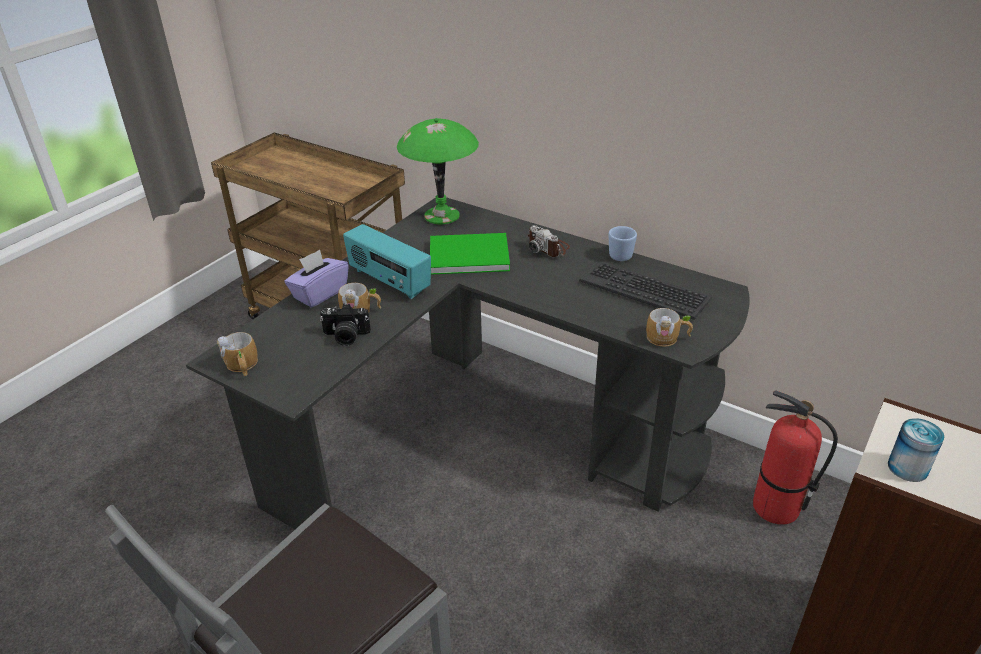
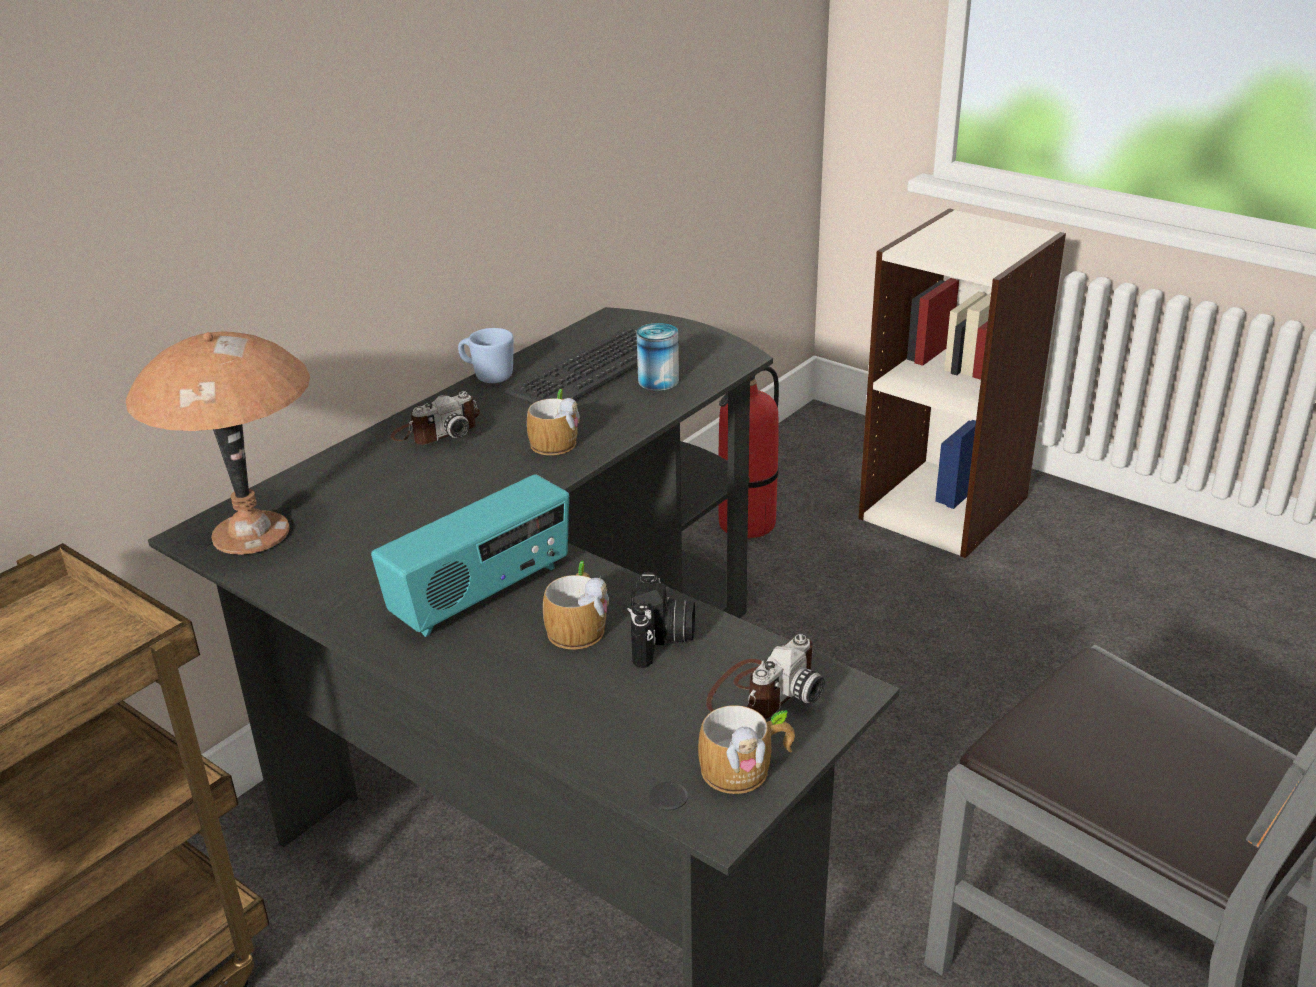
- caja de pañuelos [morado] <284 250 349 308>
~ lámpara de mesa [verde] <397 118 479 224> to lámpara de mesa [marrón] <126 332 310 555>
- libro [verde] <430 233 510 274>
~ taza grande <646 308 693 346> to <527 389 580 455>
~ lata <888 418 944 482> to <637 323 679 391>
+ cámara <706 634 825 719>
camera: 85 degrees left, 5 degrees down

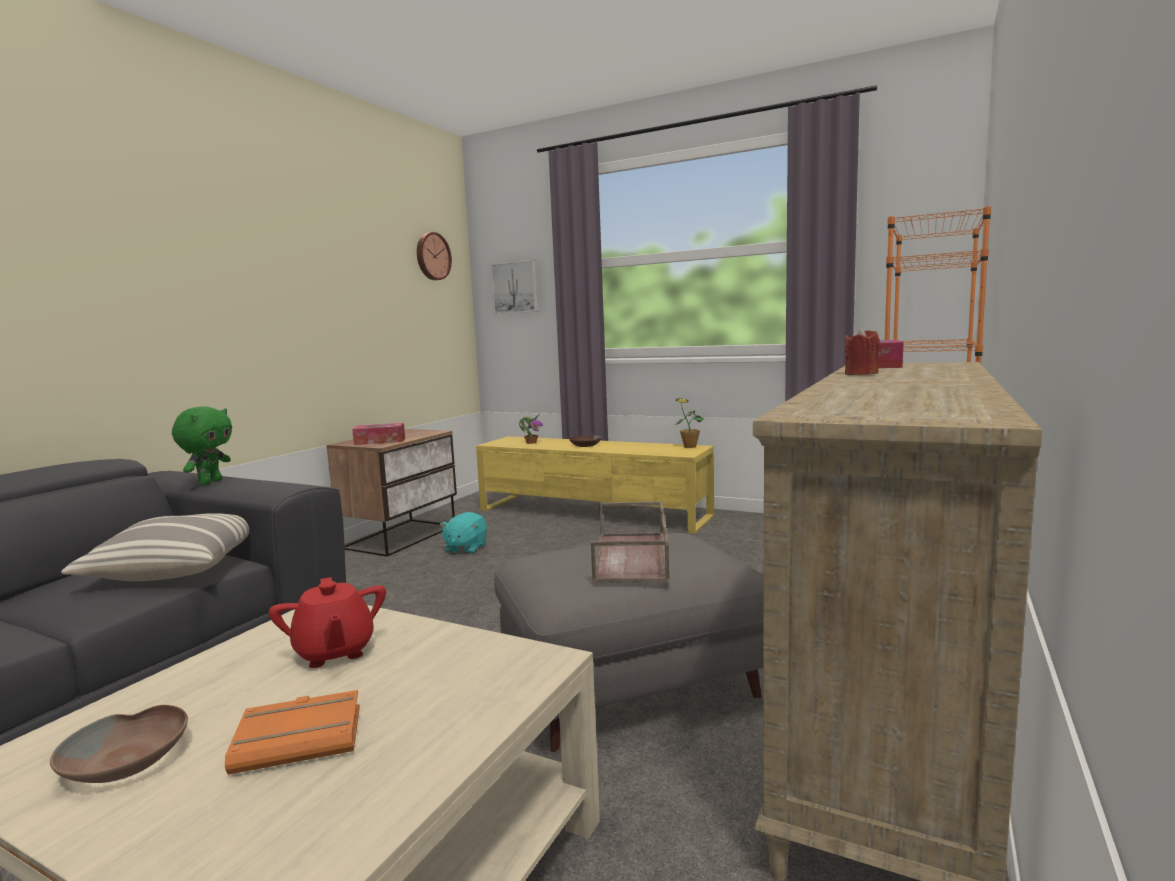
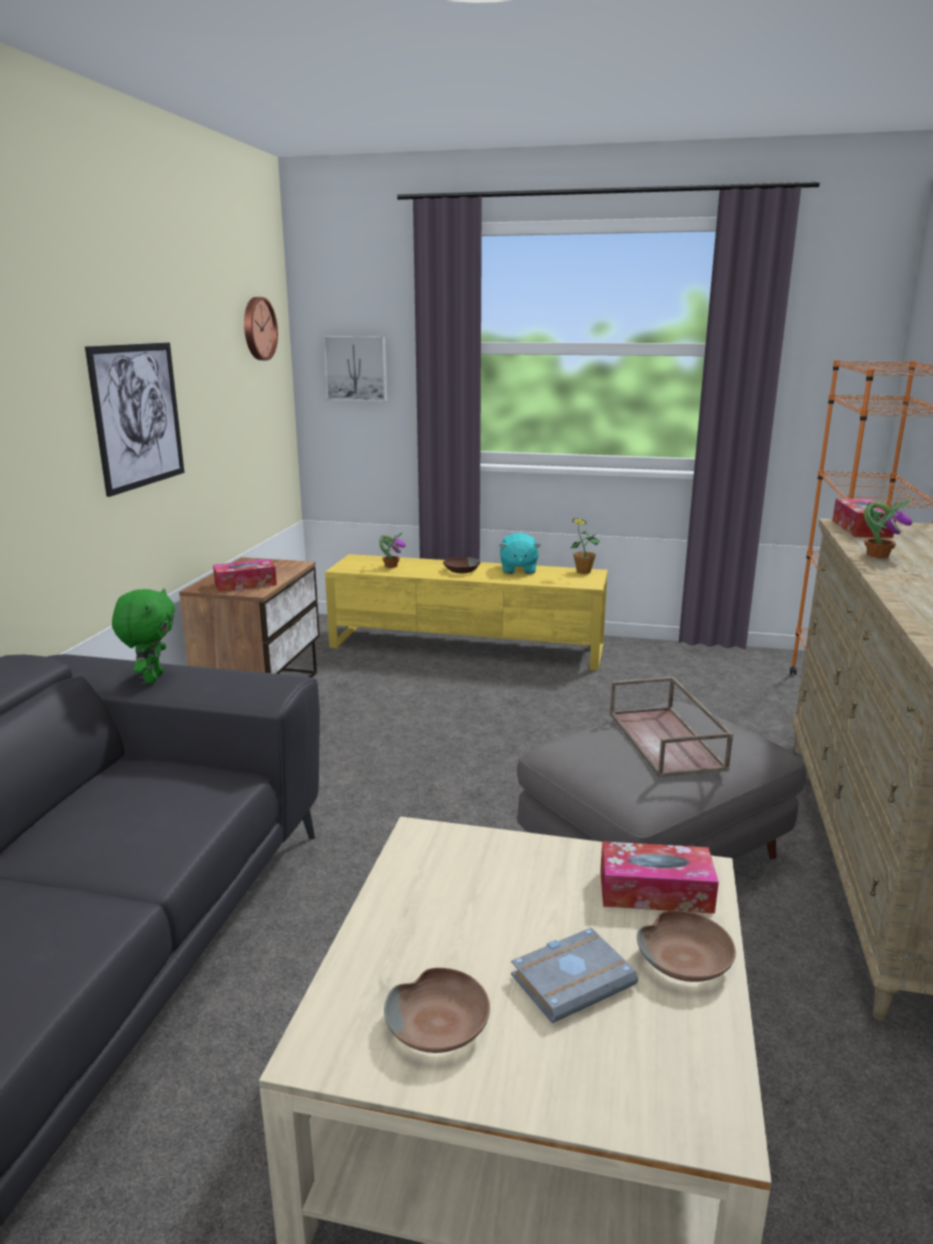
- cojín <61 513 249 581>
~ libro [naranja] <225 690 360 775> to libro [gris] <511 928 638 1023>
- tetera [rojo] <269 577 386 668>
~ peluche [turquesa] <440 512 487 554> to <499 533 541 574>
~ vela [rojo] <845 327 880 375> to planta en maceta <864 499 912 558>
+ cuadro <85 343 185 497>
+ caja de pañuelos <600 841 719 914>
+ cuenco [marrón] <637 911 736 982>
camera: 15 degrees left, 10 degrees up

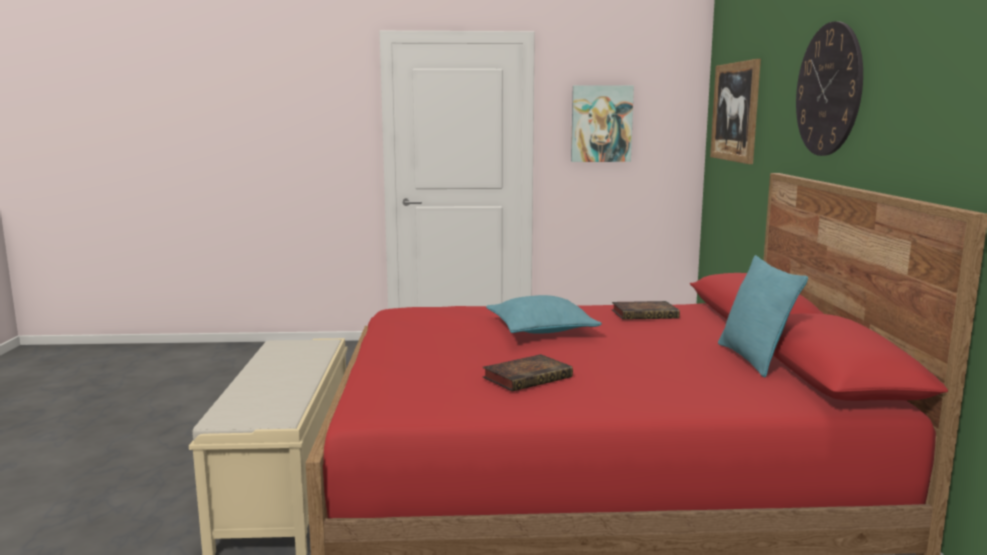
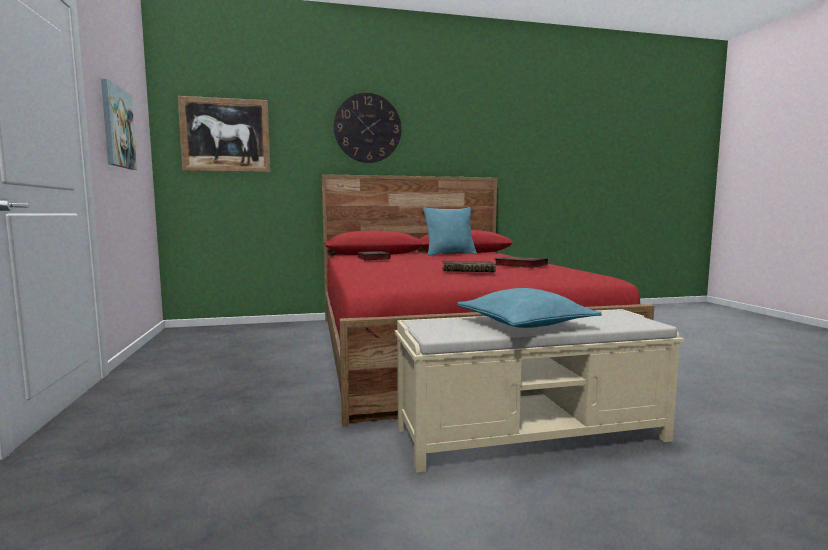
~ cojín [turquesa] <486 295 602 334> to <457 288 602 328>
+ libro <442 261 496 272>
camera: 100 degrees left, 5 degrees down

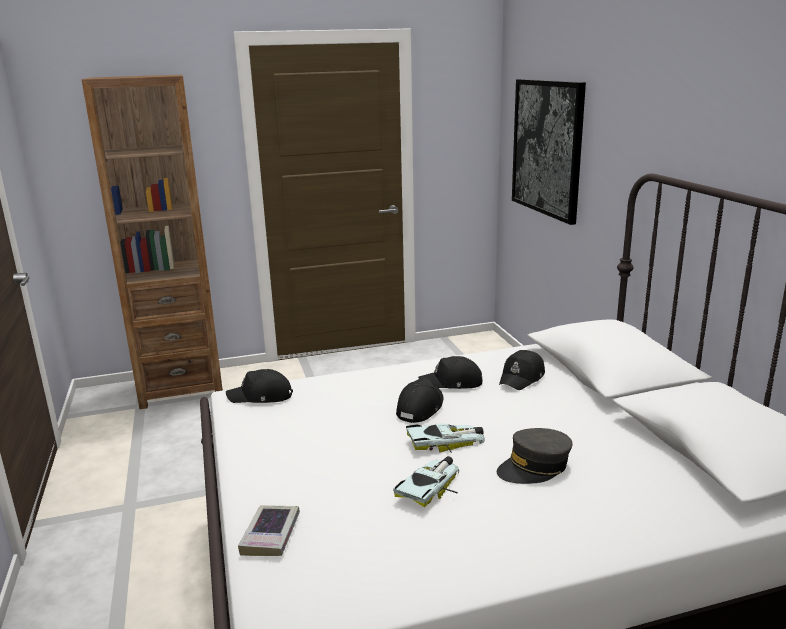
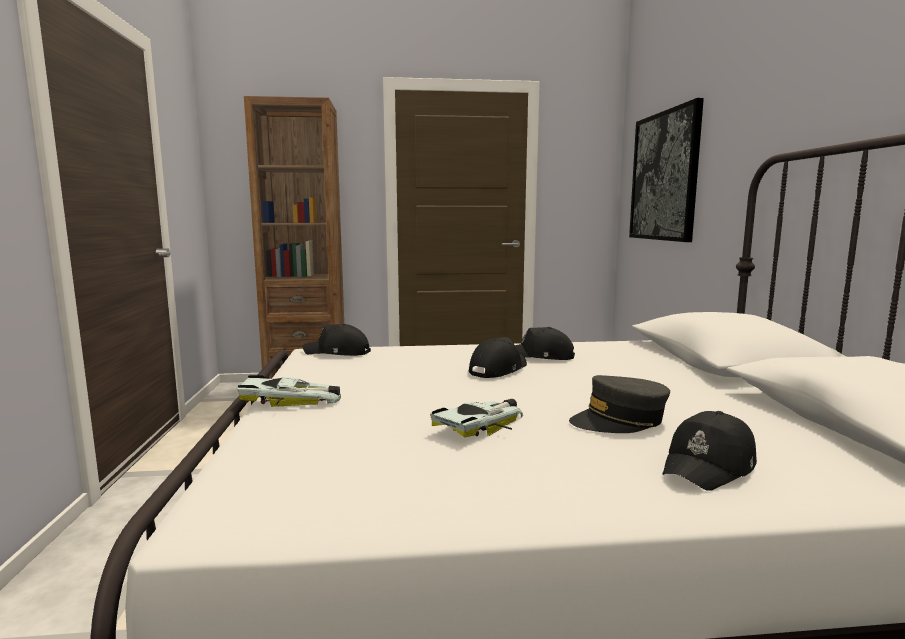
- libro <238 505 300 556>
~ coche de juguete <406 423 485 453> to <237 375 341 407>
~ gorra [negro] <499 350 545 390> to <662 411 757 491>
camera: 10 degrees right, 10 degrees down

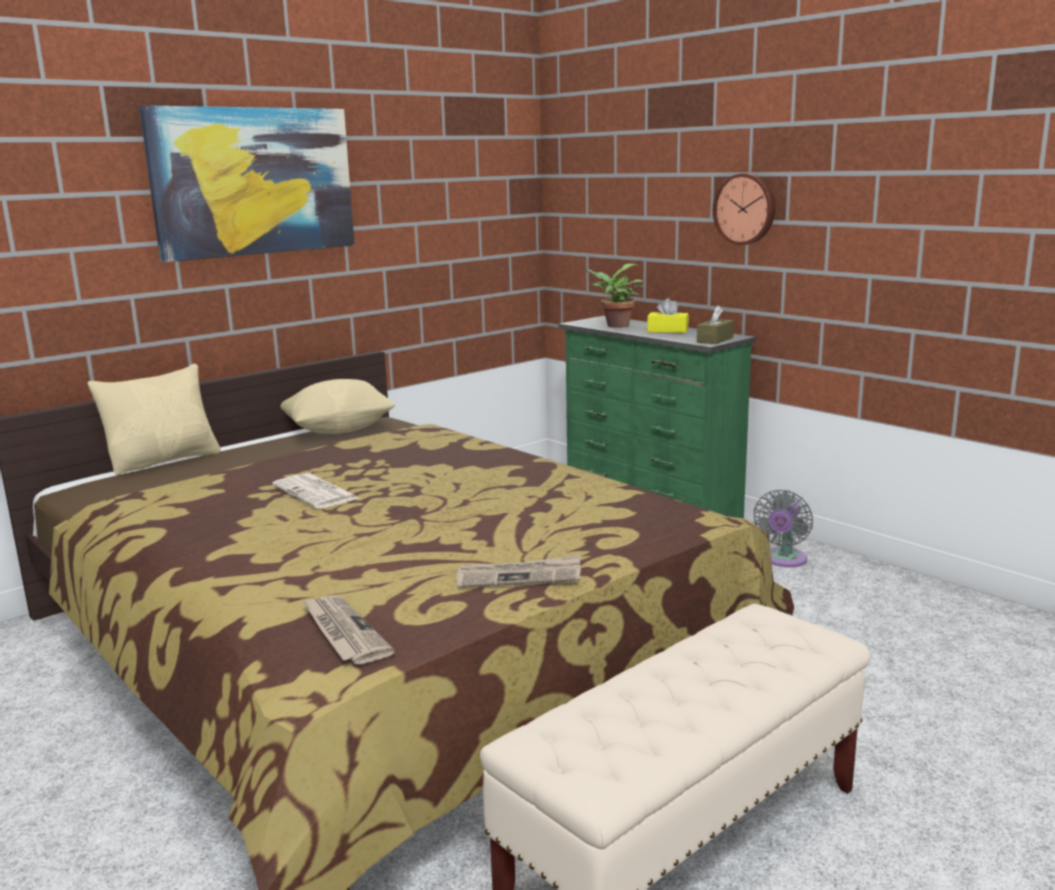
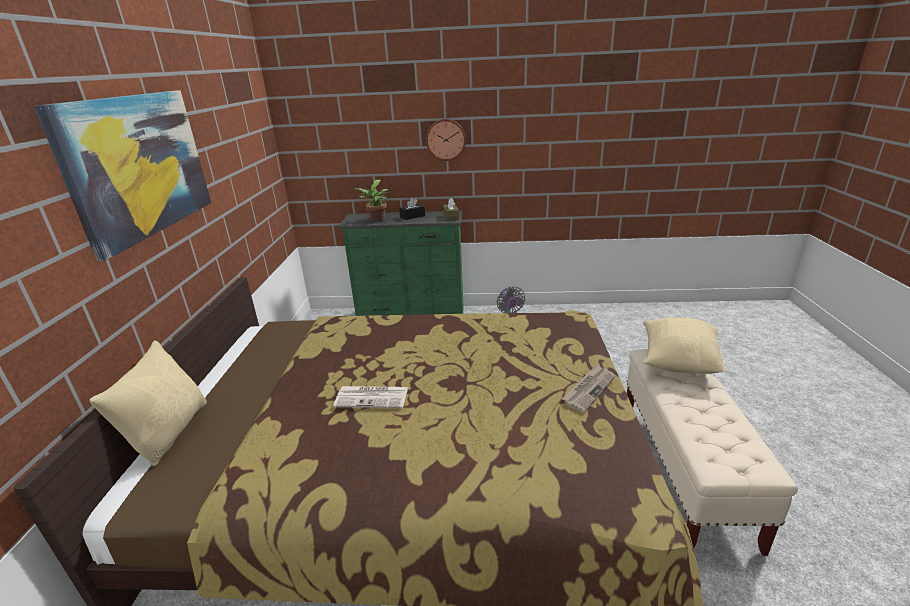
~ cojín [beis] <280 379 395 434> to <643 318 726 374>
- periódico <302 595 395 664>
~ caja de pañuelos [amarillo] <647 298 689 333> to caja de pañuelos [negro] <399 198 425 220>
camera: 45 degrees left, 10 degrees up

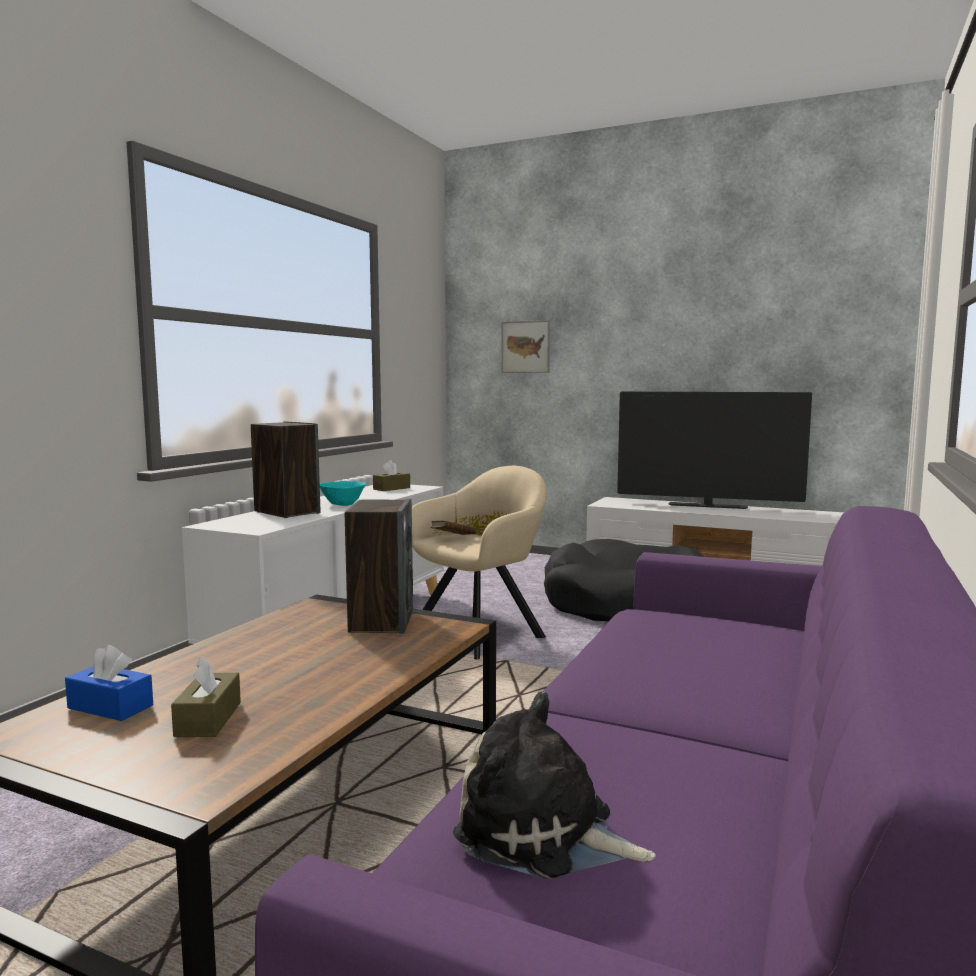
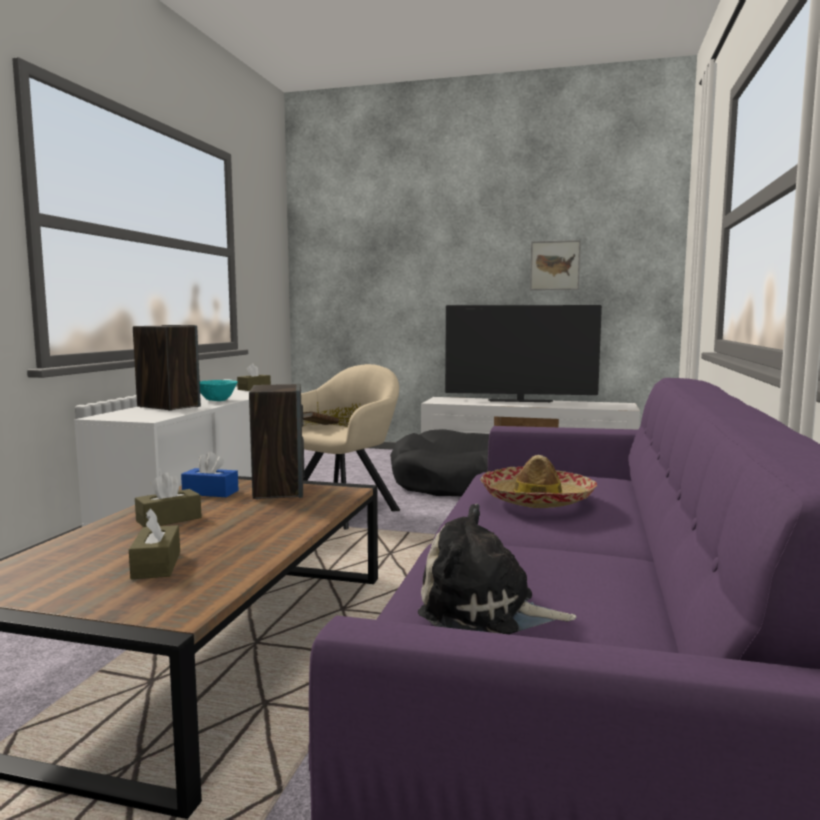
~ caja de pañuelos [azul] <65 645 153 721> to <181 452 239 497>
~ cuadro <501 320 550 373> to <530 240 581 290>
+ caja de pañuelos [marrón] <135 472 202 527>
+ sombrero <480 455 597 508>
camera: 10 degrees left, 0 degrees up

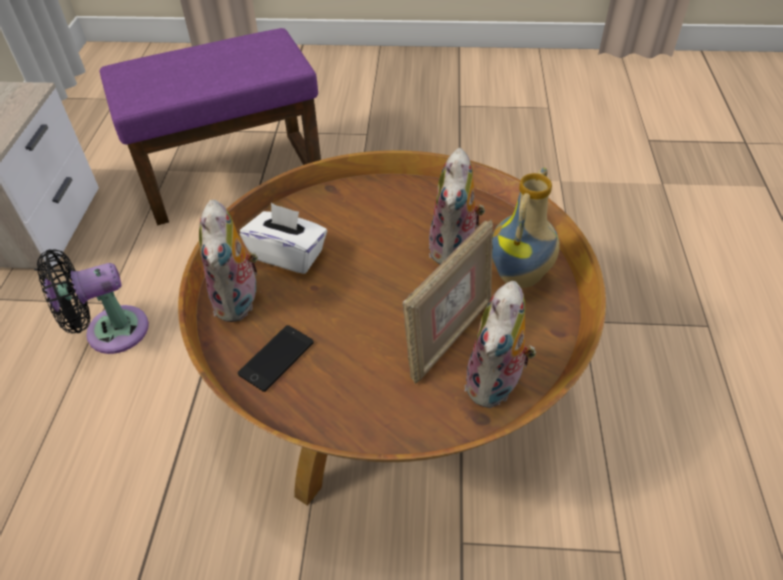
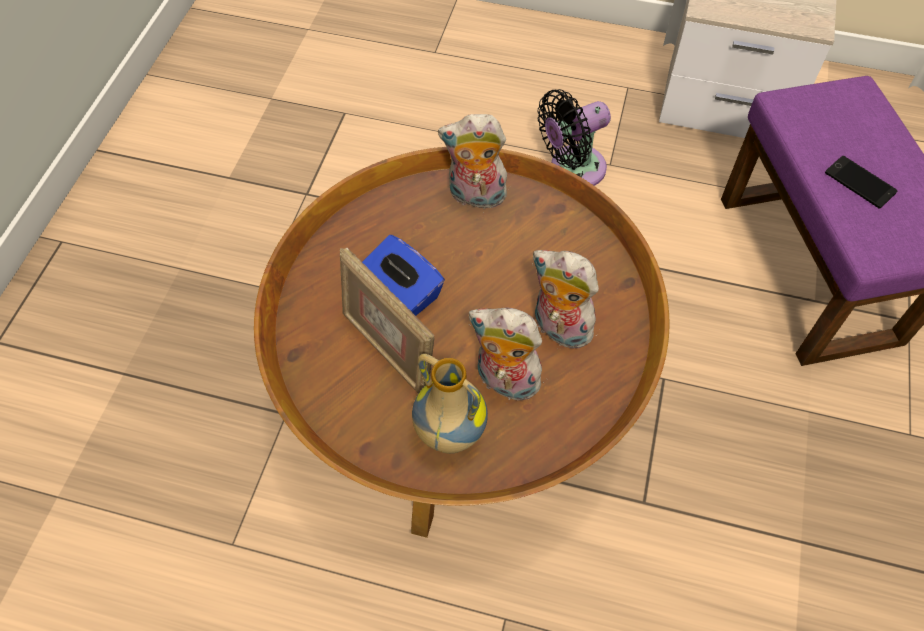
~ ventilador [negro] <37 249 149 354> = <538 89 611 186> 105 degrees counterclockwise
~ móvil <238 325 314 392> to <825 156 898 208>
- caja de pañuelos [blanco] <240 203 327 274>
~ peluche <464 281 536 408> to <532 250 601 348>
+ caja de pañuelos [azul] <362 235 445 316>
camera: 100 degrees right, 10 degrees up

